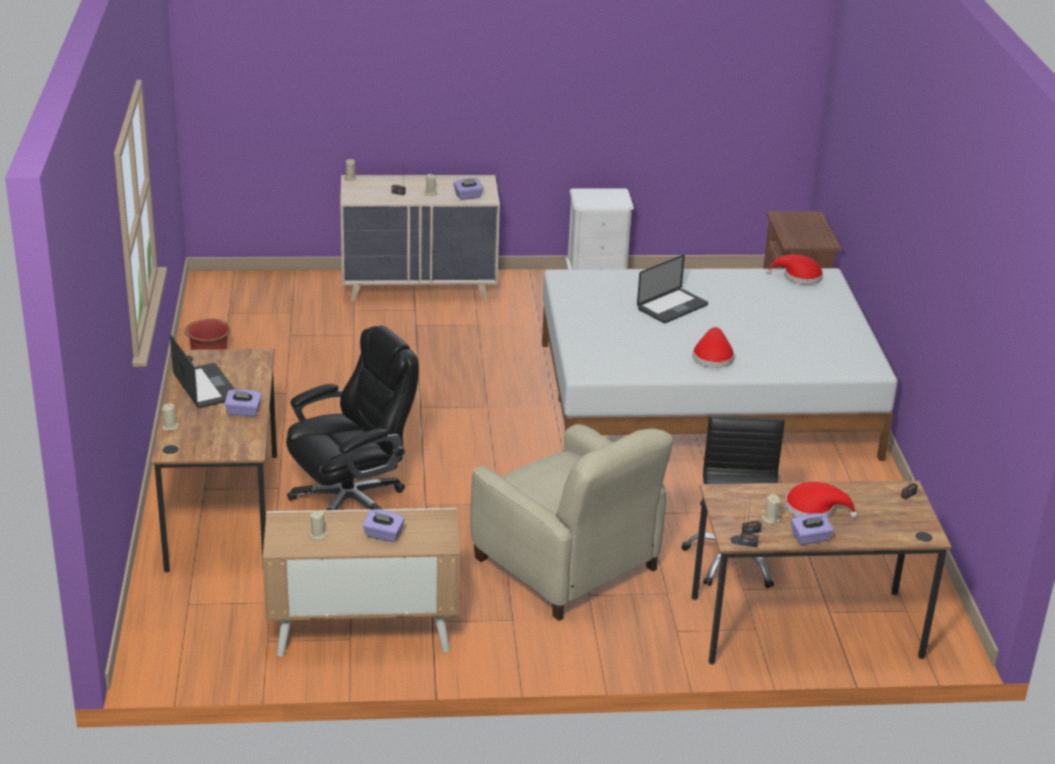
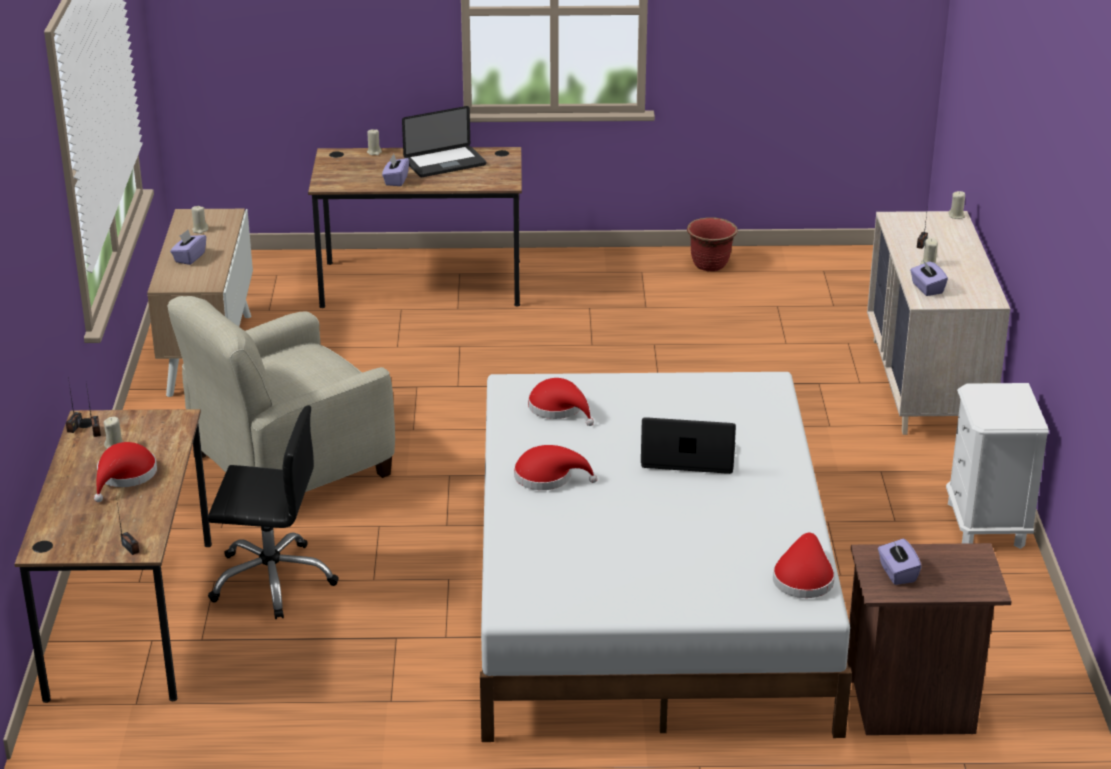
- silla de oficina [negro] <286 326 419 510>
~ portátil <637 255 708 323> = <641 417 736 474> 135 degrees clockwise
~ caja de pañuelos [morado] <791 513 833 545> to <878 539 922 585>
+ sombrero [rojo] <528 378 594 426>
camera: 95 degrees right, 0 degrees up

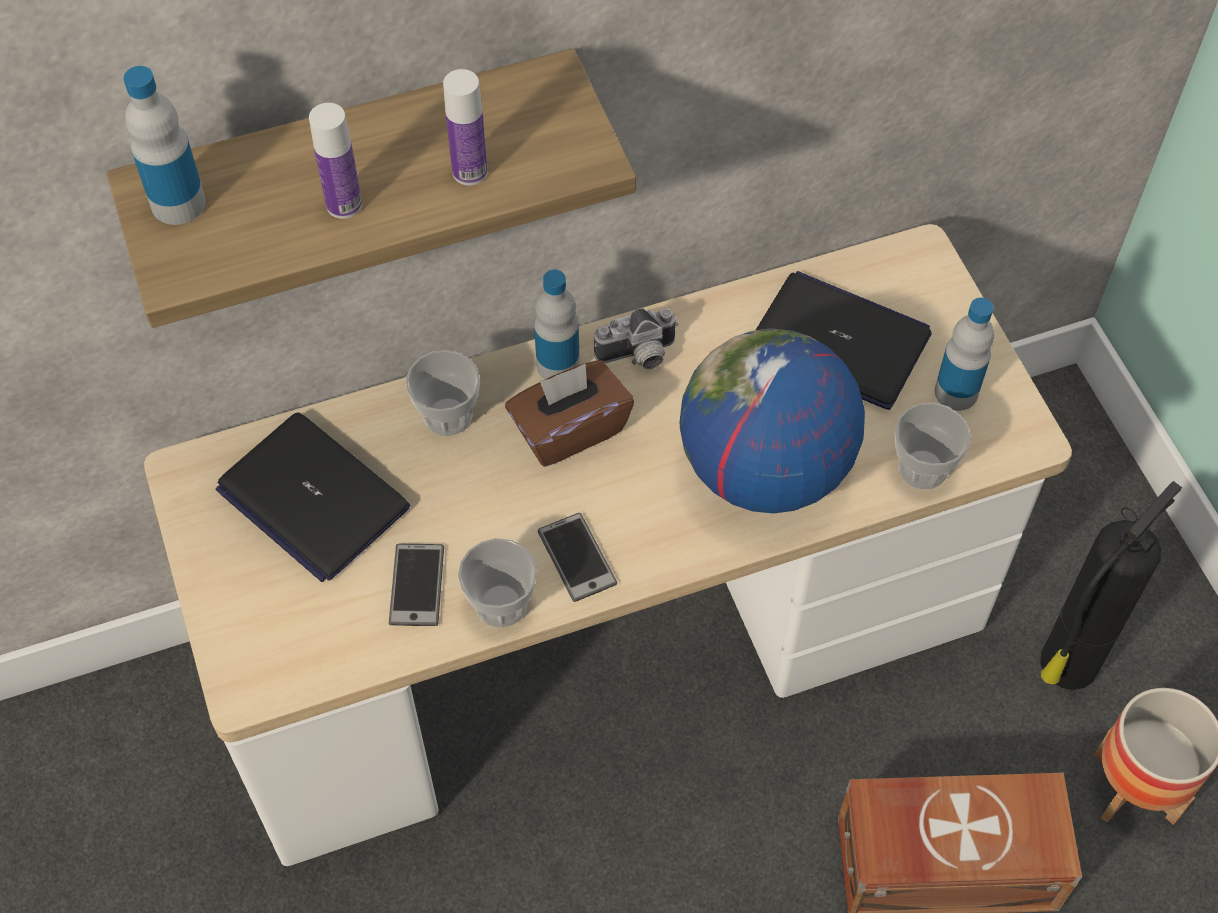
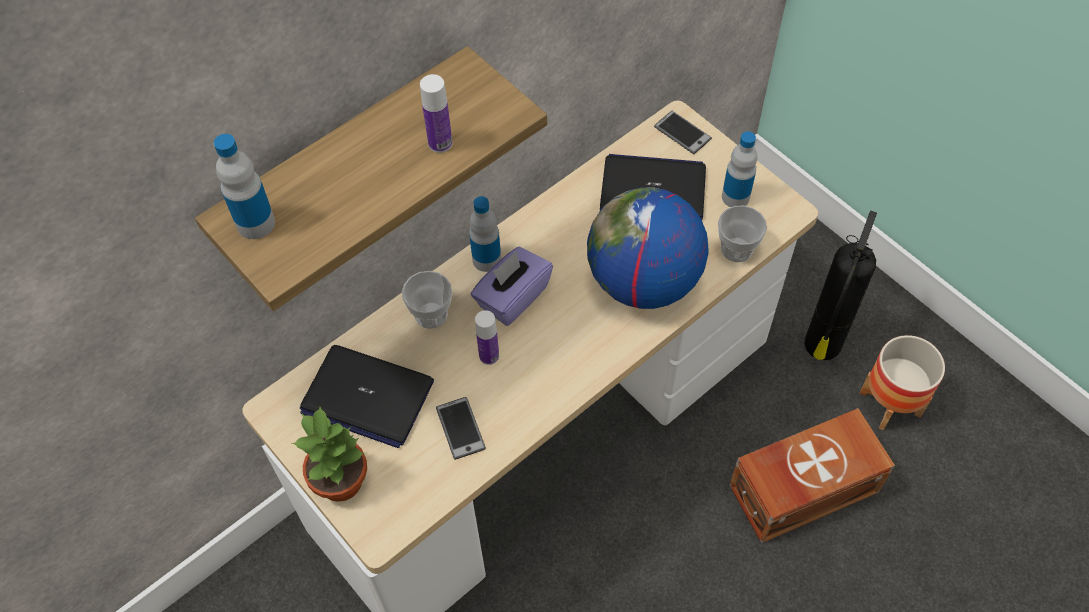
~ botella <309 103 362 219> to <475 310 499 365>
- taza <458 538 537 628>
~ caja de pañuelos [marrón] <505 360 634 467> to caja de pañuelos [morado] <471 247 553 326>
~ móvil <538 513 617 602> to <654 111 712 154>
- cámara <594 308 679 369>
+ planta en maceta <292 407 367 502>
camera: 20 degrees left, 0 degrees up

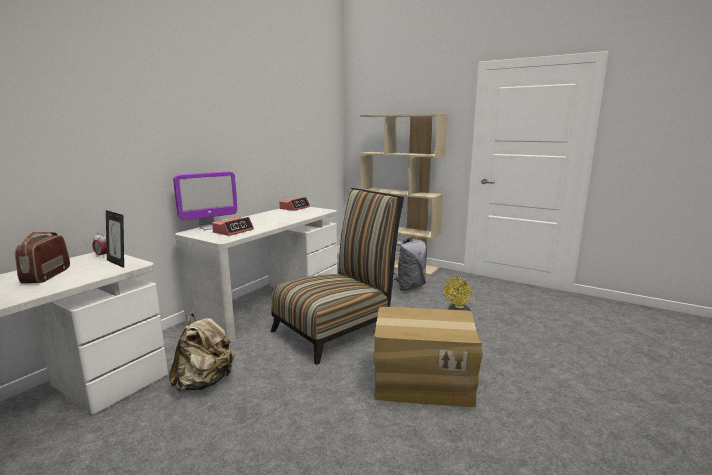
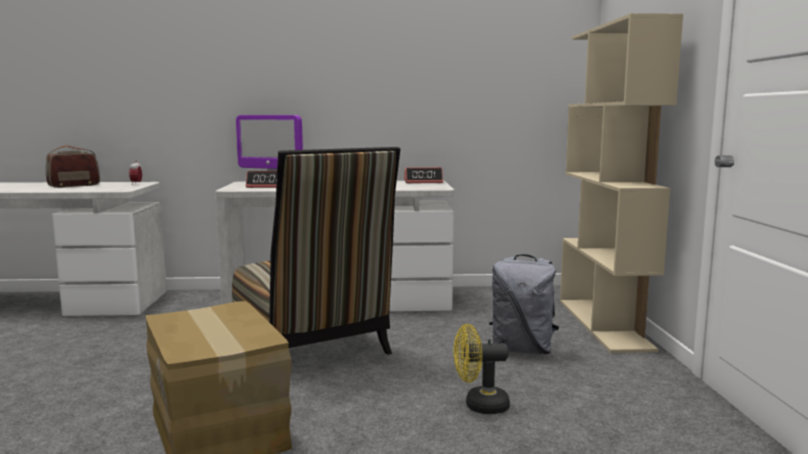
- portarretratos <106 210 124 268>
- mochila [beis] <169 313 235 391>
~ silla <271 188 404 365> = <232 147 401 355> 45 degrees clockwise
camera: 55 degrees right, 5 degrees down

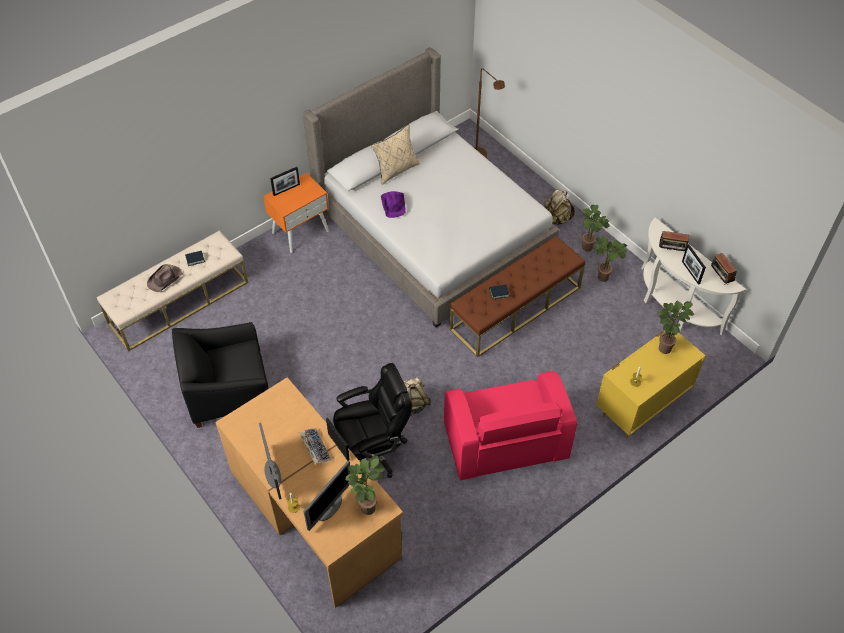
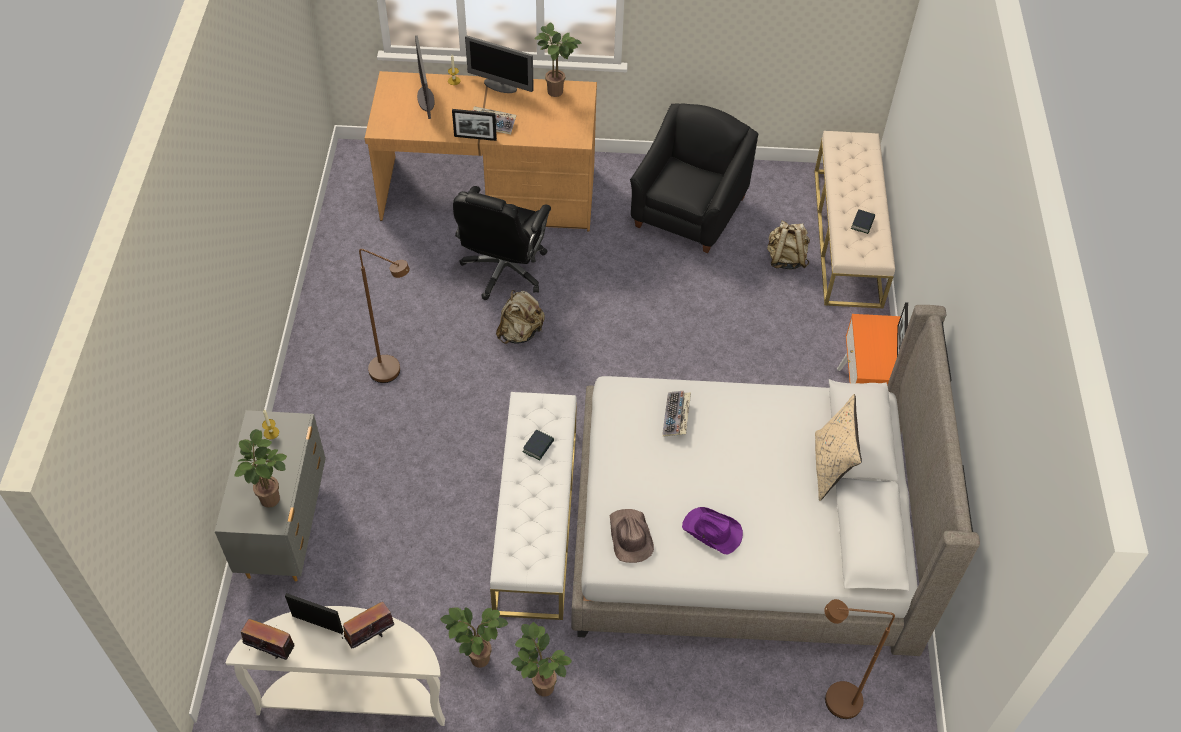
~ sombrero [marrón] <147 264 183 292> to <610 509 654 563>
~ planta en maceta <345 456 385 515> to <534 22 581 97>
~ sombrero [morado] <381 191 406 218> to <682 507 743 555>
~ sillón [rosa] <444 371 577 480> to lámpara de pie [marrón] <359 249 410 383>
~ banco [marrón] <449 236 585 358> to banco [blanco] <490 392 577 620>
~ mochila [beis] <544 190 575 225> to <767 220 810 269>
~ cómoda [amarillo] <596 330 706 439> to cómoda [gris] <214 410 326 581>
+ teclado <662 391 691 437>
camera: 130 degrees right, 0 degrees up

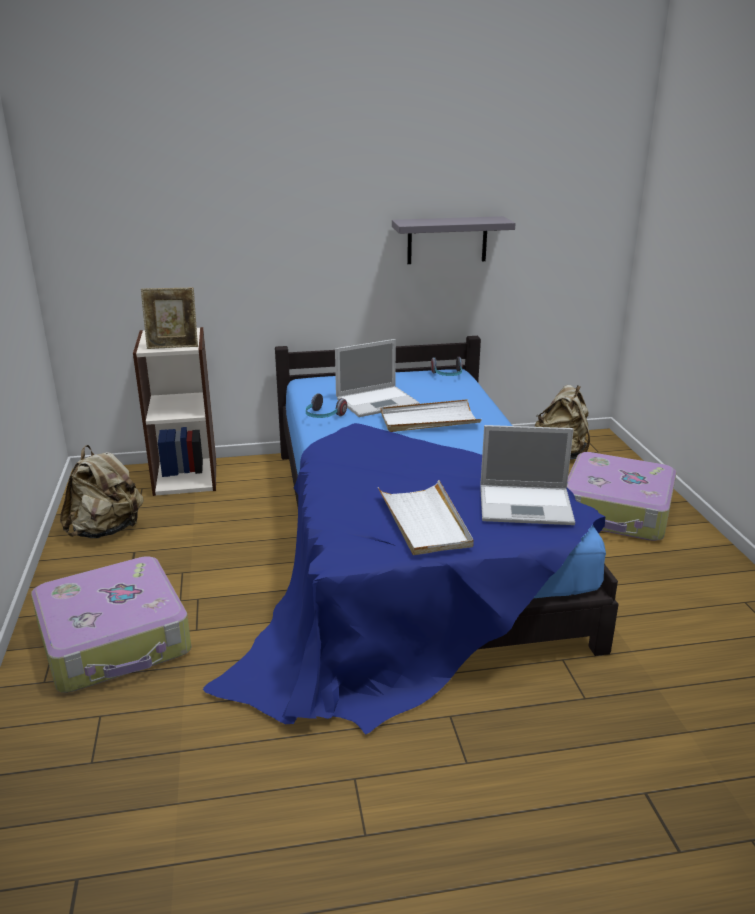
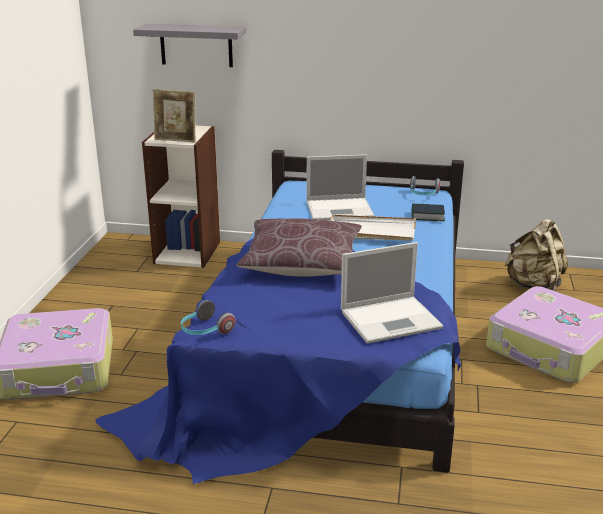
- mochila [beis] <60 445 144 538>
~ auriculares <306 393 347 418> to <181 300 236 335>
- bandeja [blanco] <378 480 474 555>
~ estante [gris] <392 216 516 264> to <133 24 246 67>
~ portátil <480 425 575 525> = <341 242 443 344> 45 degrees counterclockwise
+ cojín [marrón] <236 218 362 277>
+ libro <412 204 445 221>
camera: 20 degrees right, 0 degrees up

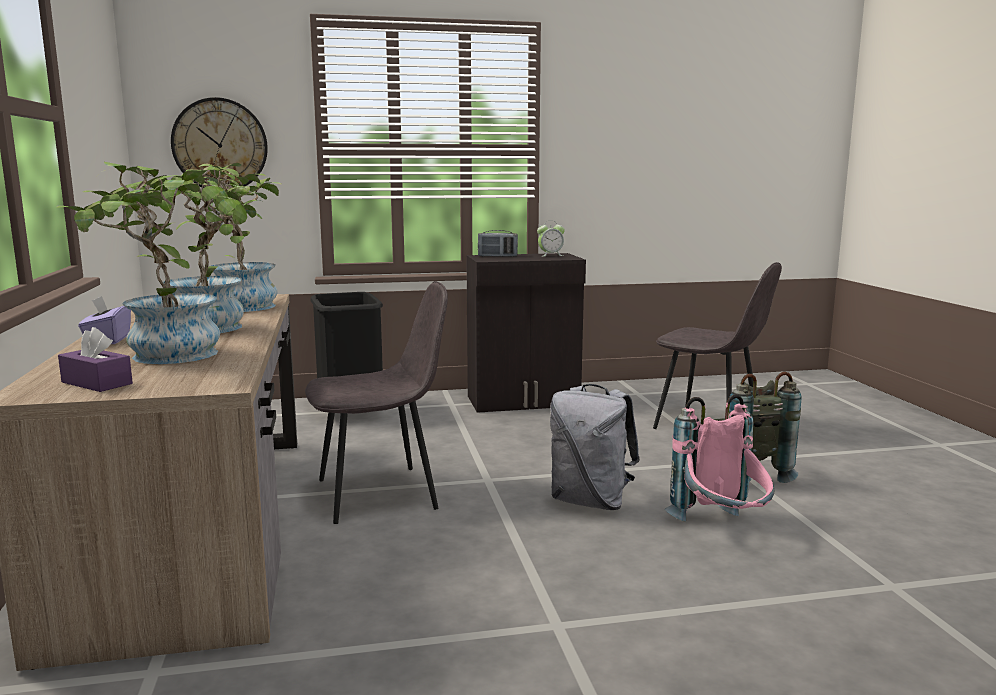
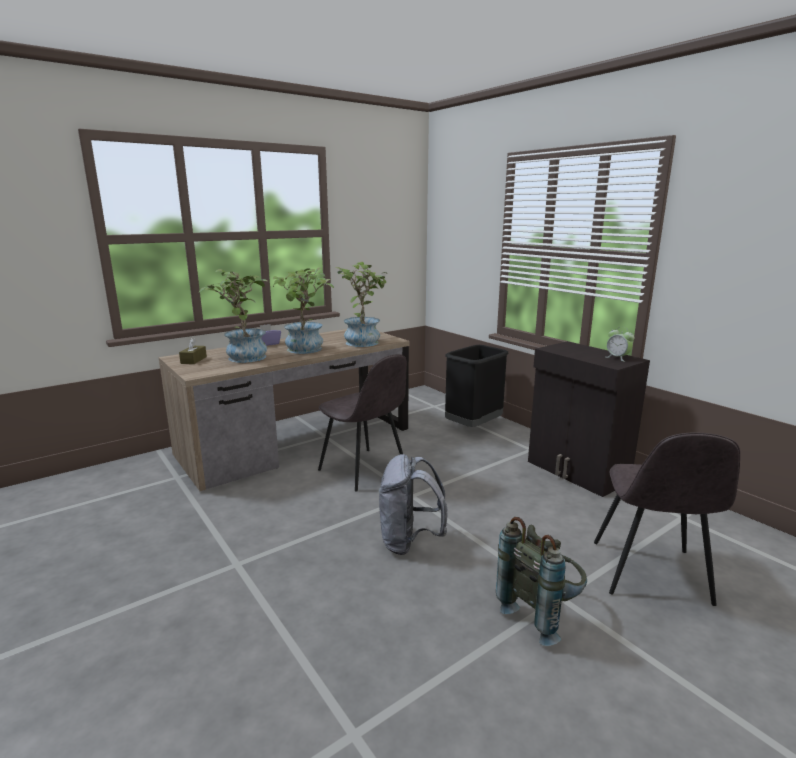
~ caja de pañuelos [morado] <58 327 133 392> to caja de pañuelos [marrón] <179 338 207 364>
- reloj de pared <171 97 268 188>
- radio <478 230 518 257>
- mochila [rosa] <665 394 774 522>
camera: 65 degrees right, 5 degrees up

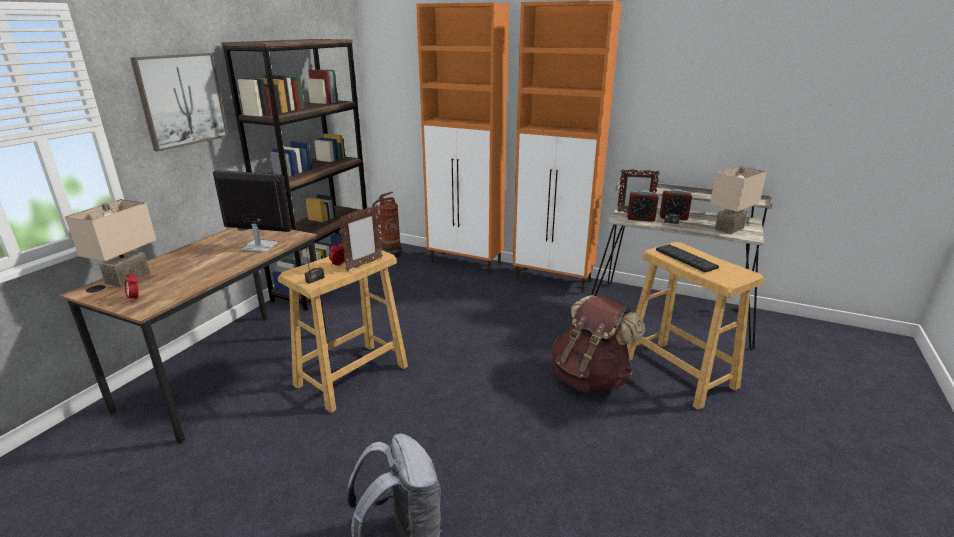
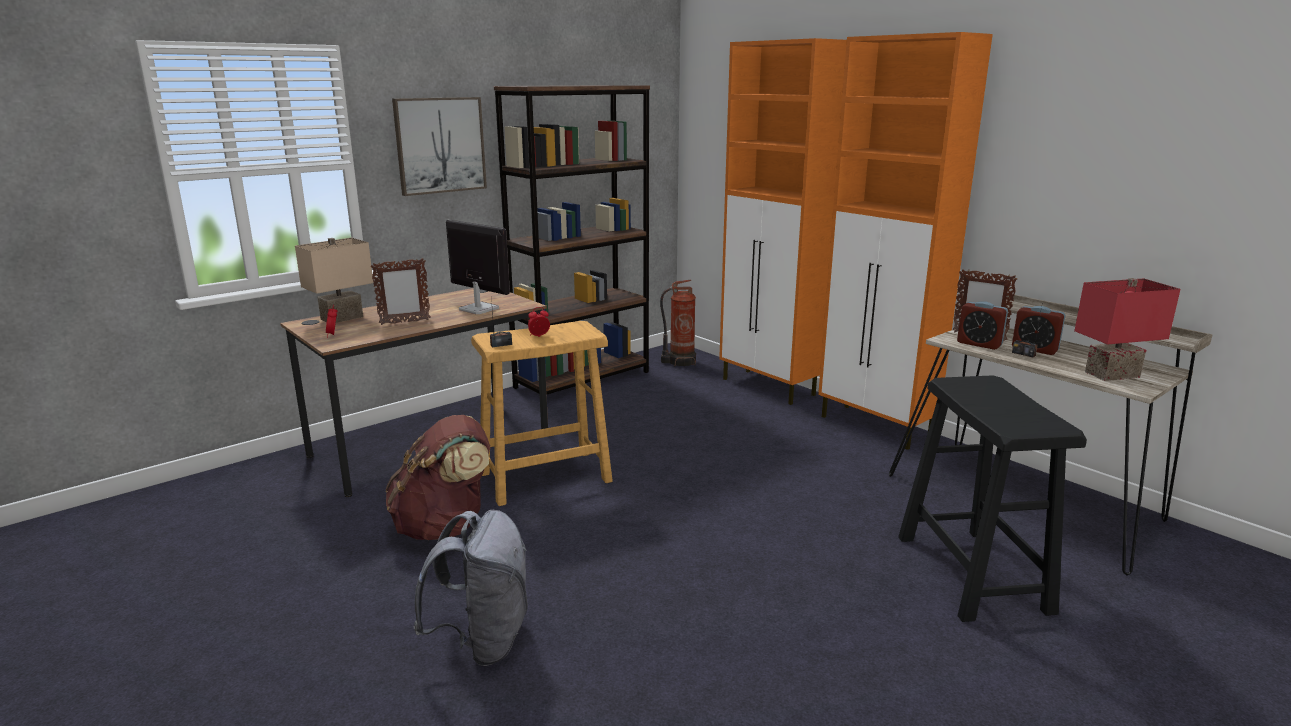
~ portarretratos <339 205 383 271> to <371 258 431 325>
~ mochila [marrón] <552 295 645 392> to <386 415 491 540>
~ taburete [beis] <627 242 765 410> to taburete [negro] <898 375 1087 622>
- teclado <656 244 719 272>
~ lámpara de mesa [beis] <710 166 767 234> to lámpara de mesa [rojo] <1074 278 1181 381>
camera: 25 degrees right, 5 degrees down

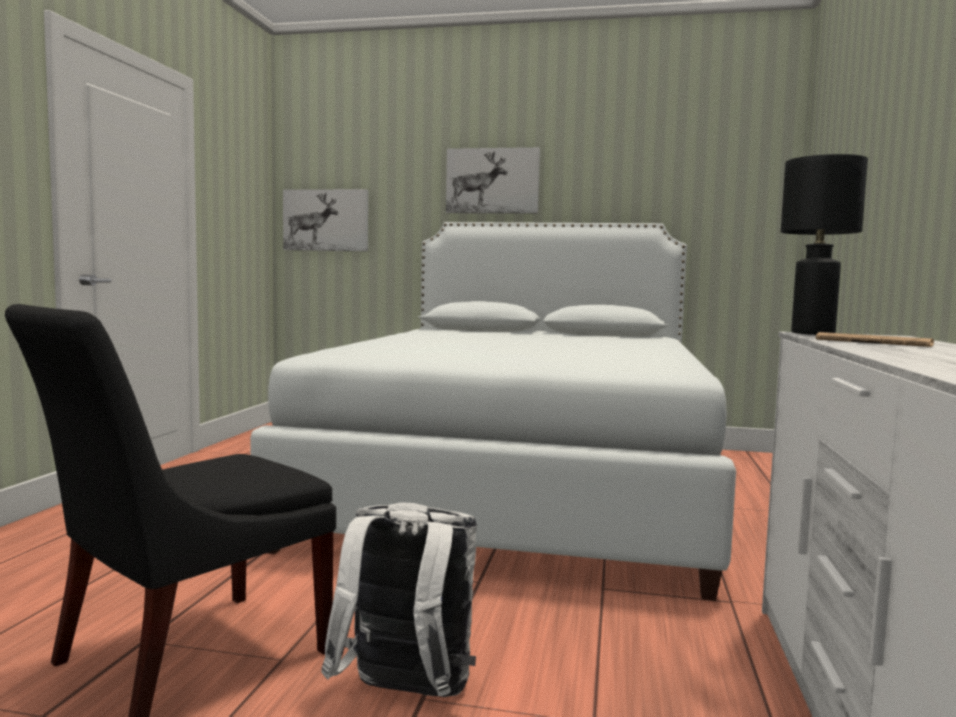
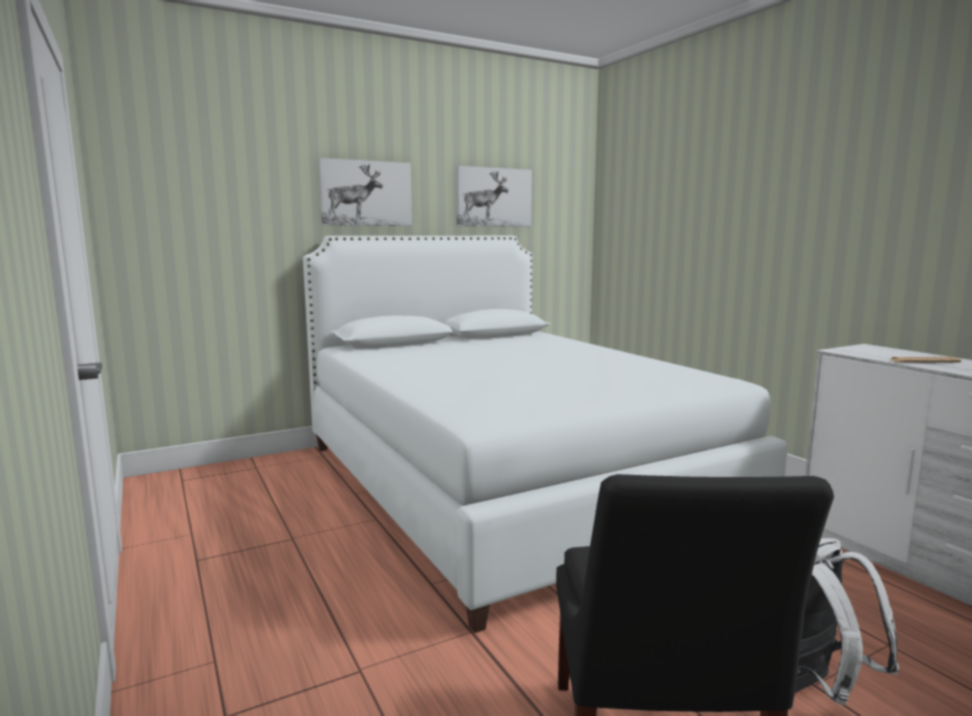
~ cuadro <283 189 369 251> to <456 166 532 227>
- lámpara de mesa [negro] <781 154 868 335>
camera: 40 degrees left, 5 degrees up

